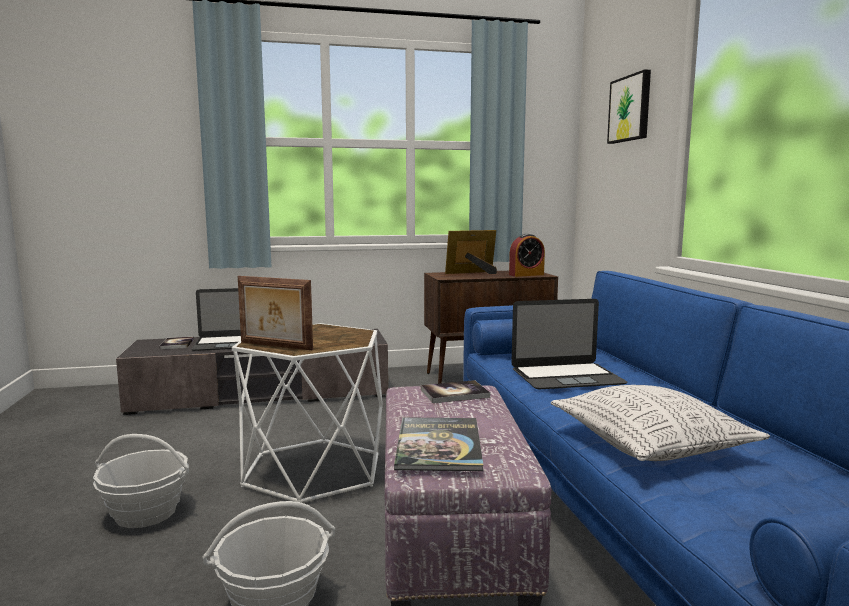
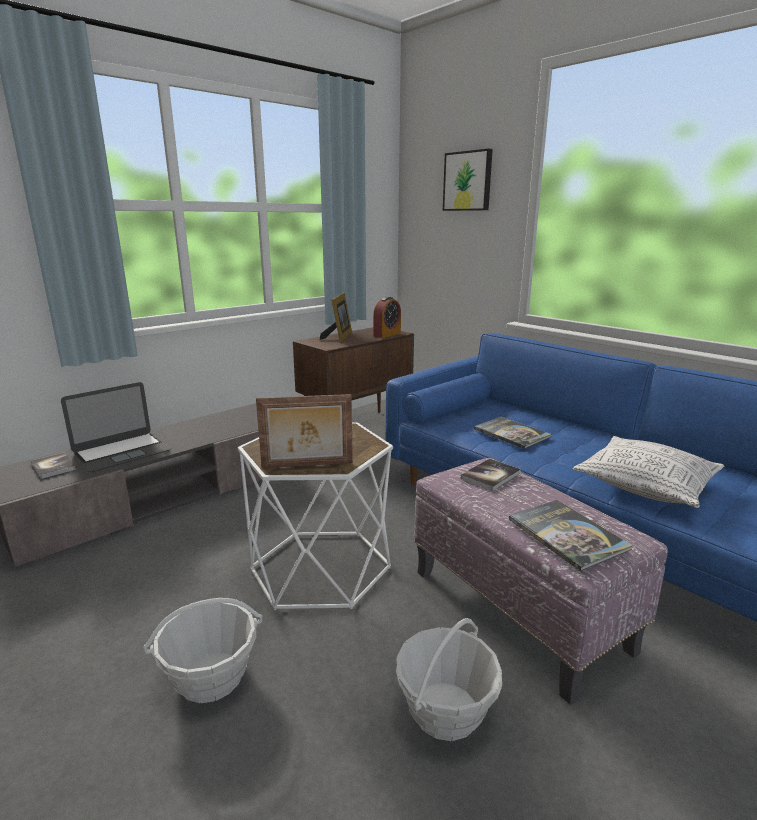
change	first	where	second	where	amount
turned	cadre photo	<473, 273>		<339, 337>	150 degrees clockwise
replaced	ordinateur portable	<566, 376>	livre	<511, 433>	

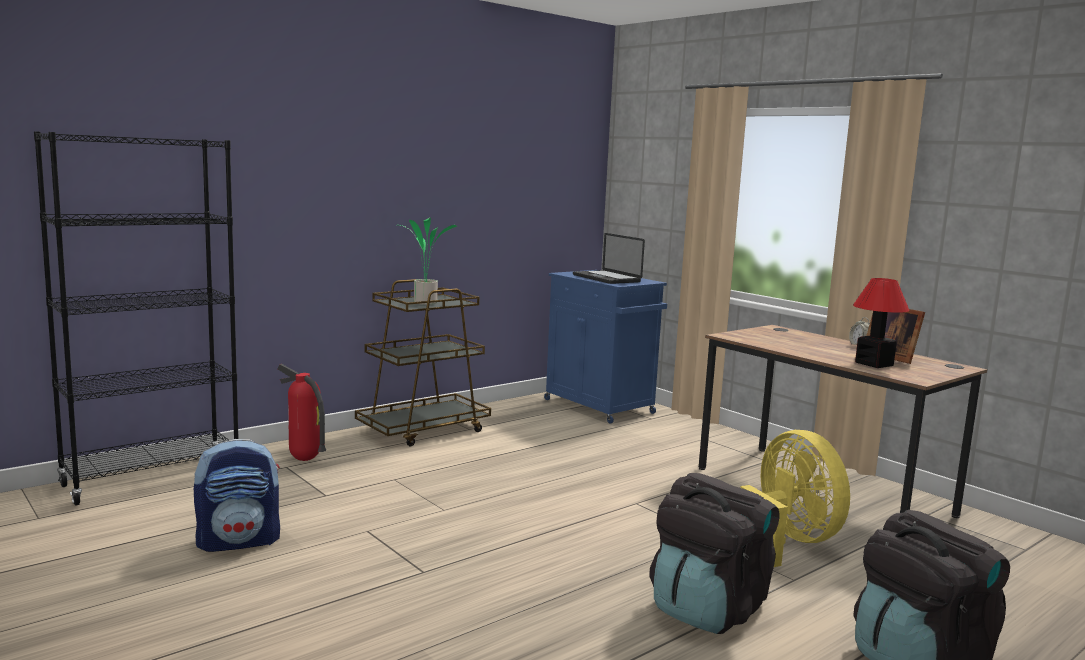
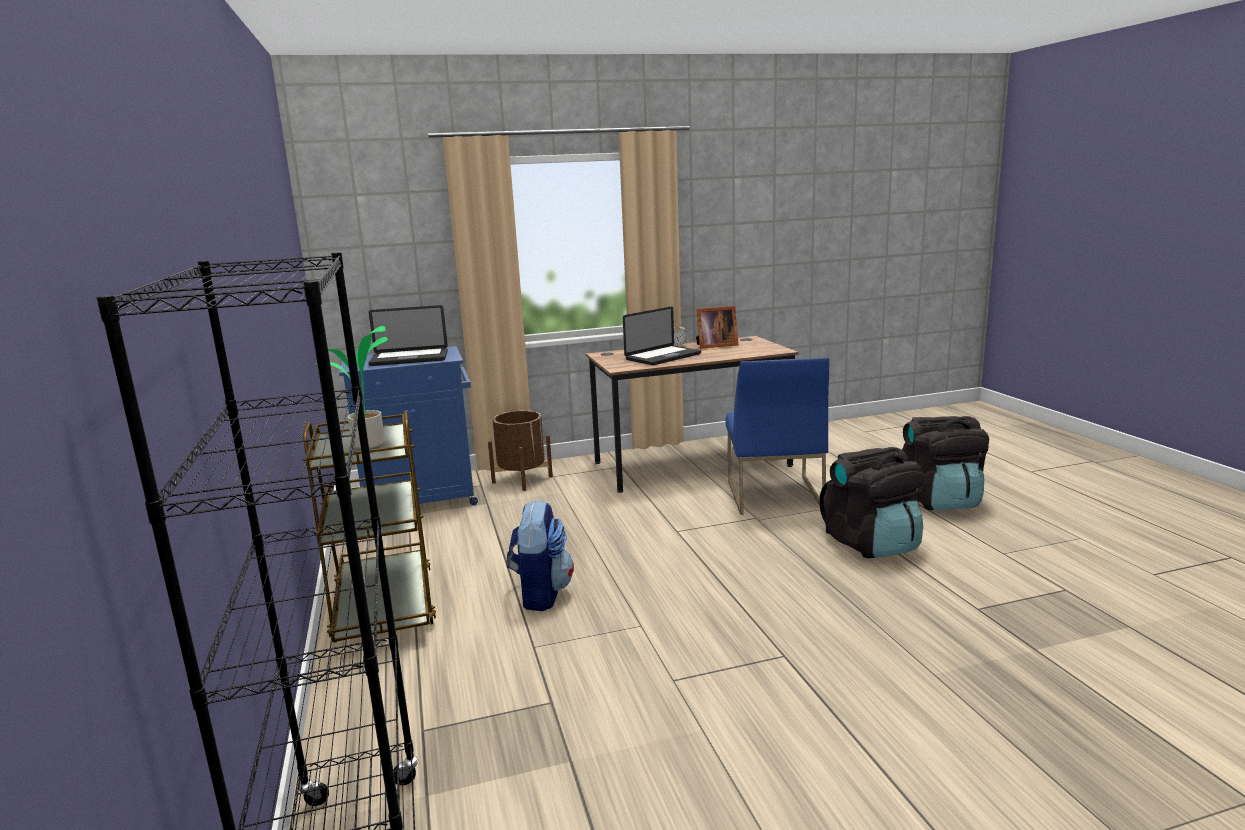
change	first	where	second	where	amount
moved	sac à dos	<239, 541>		<541, 594>	
removed	extincteur	<304, 460>			
replaced	ventilateur [jaune]	<788, 541>	chaise [bleu]	<773, 495>	
removed	lampe de table	<873, 364>			
added			cache-pot [marron]	<522, 480>	
added			ordinateur portable	<663, 357>	

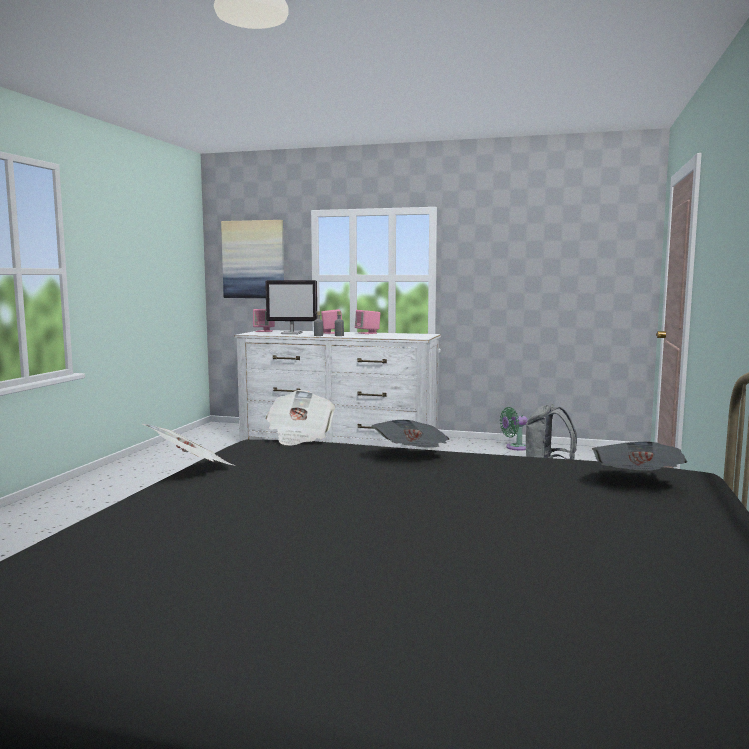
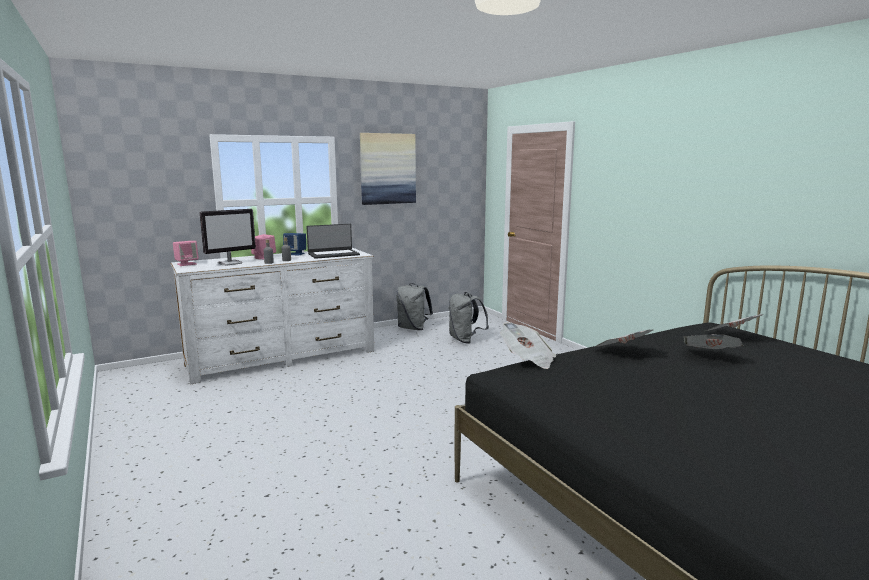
change	first	where	second	where	amount
moved	journal	<191, 467>		<710, 356>	
moved	tableau	<253, 259>		<387, 169>	
recoloured	enceinte [rose]	<367, 333>	enceinte [bleu]	<295, 254>	
replaced	ventilateur [vert]	<514, 447>	sac à dos [gris]	<413, 328>	
added			ordinateur portable	<333, 254>	

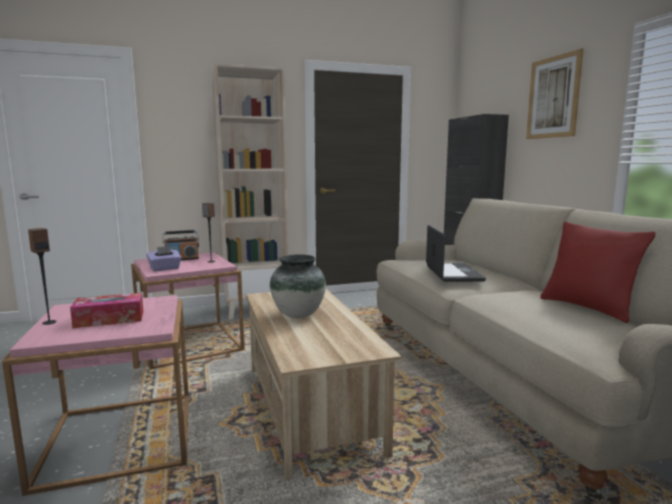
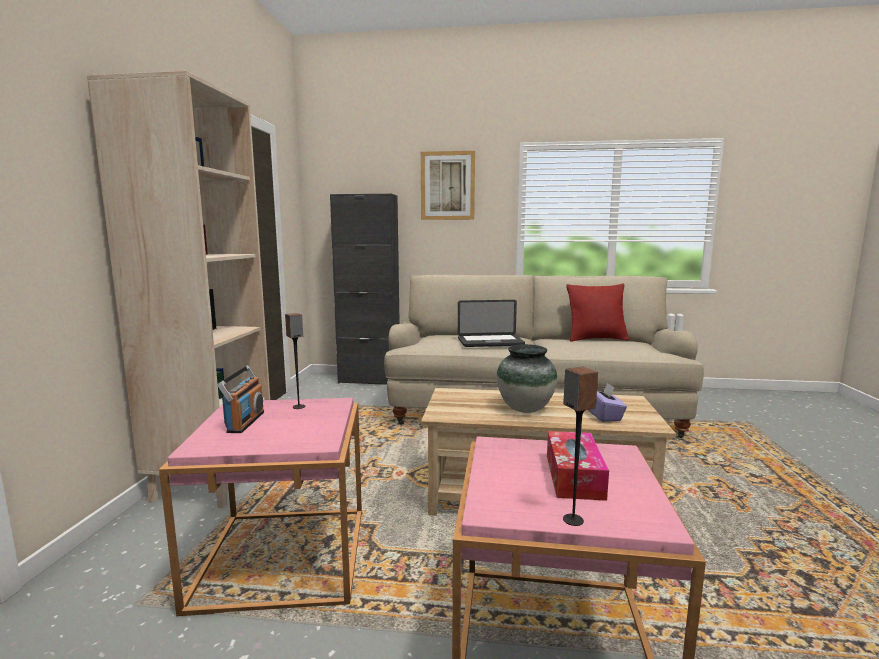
change	first	where	second	where	amount
moved	boîte à mouchoirs [violet]	<165, 268>		<604, 416>	
turned	ordinateur portable	<453, 273>		<490, 342>	150 degrees clockwise

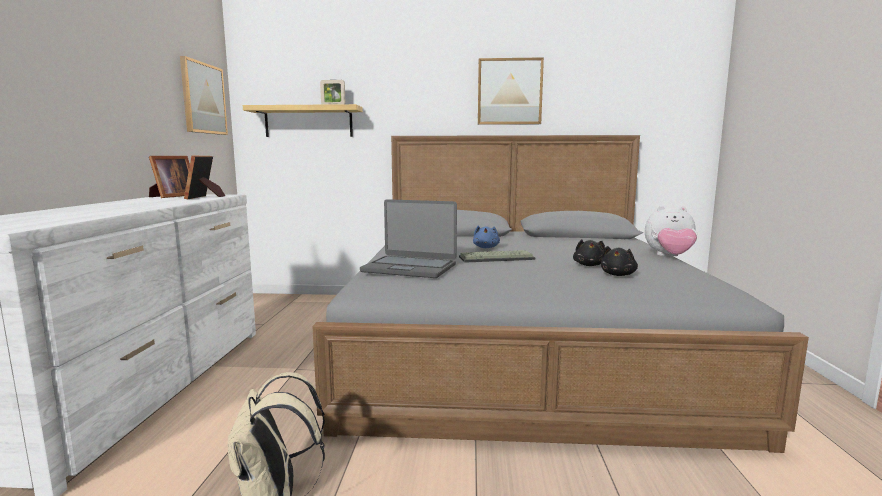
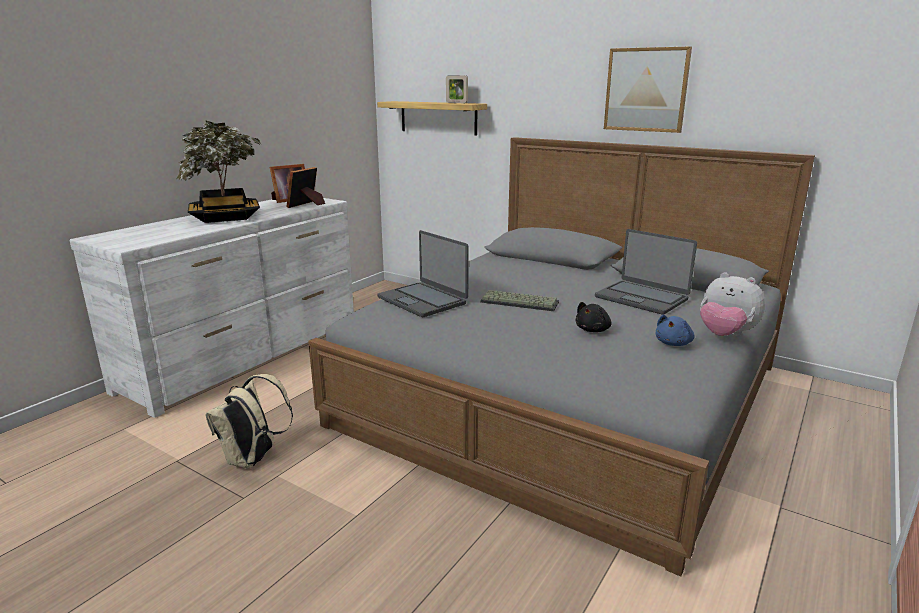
change	first	where	second	where	amount
removed	tableau	<203, 98>			
moved	peluche [bleu]	<486, 247>		<674, 343>	
removed	peluche [noir]	<618, 275>			
added			plante en pot	<226, 217>	
added			ordinateur portable	<641, 298>	

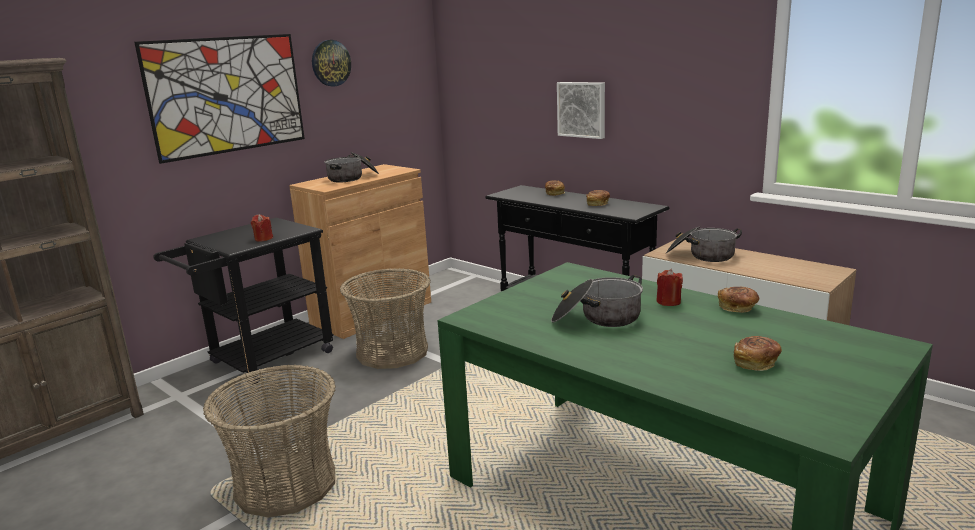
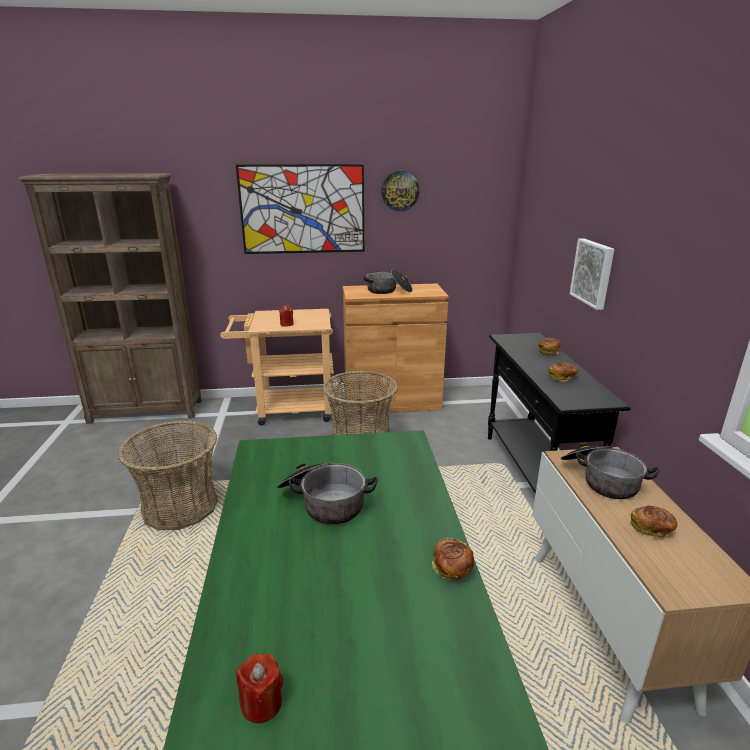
change	first	where	second	where	amount
recoloured	chariot [noir]	<263, 361>	chariot [beige]	<287, 410>	
moved	bougie [rouge]	<668, 302>		<262, 703>	
moved	pain	<756, 363>		<651, 529>	

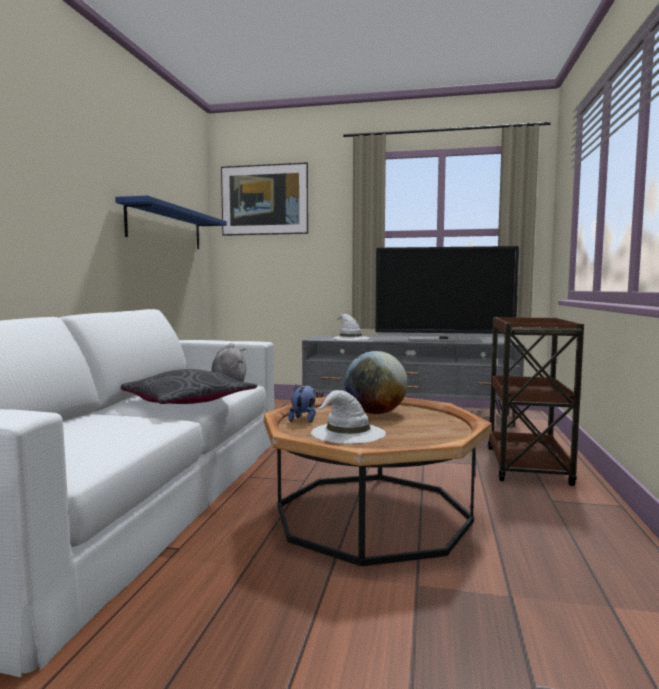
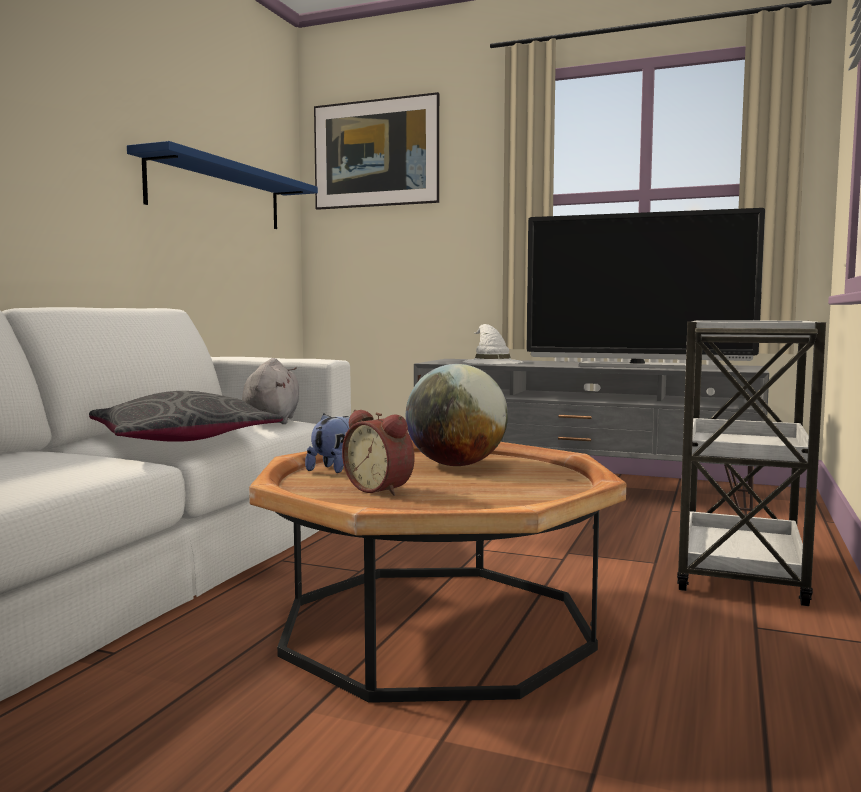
change	first	where	second	where	amount
replaced	chapeau [blanc]	<347, 433>	réveil	<381, 489>	
recoloured	chariot [marron]	<527, 467>	chariot [blanc]	<741, 572>	

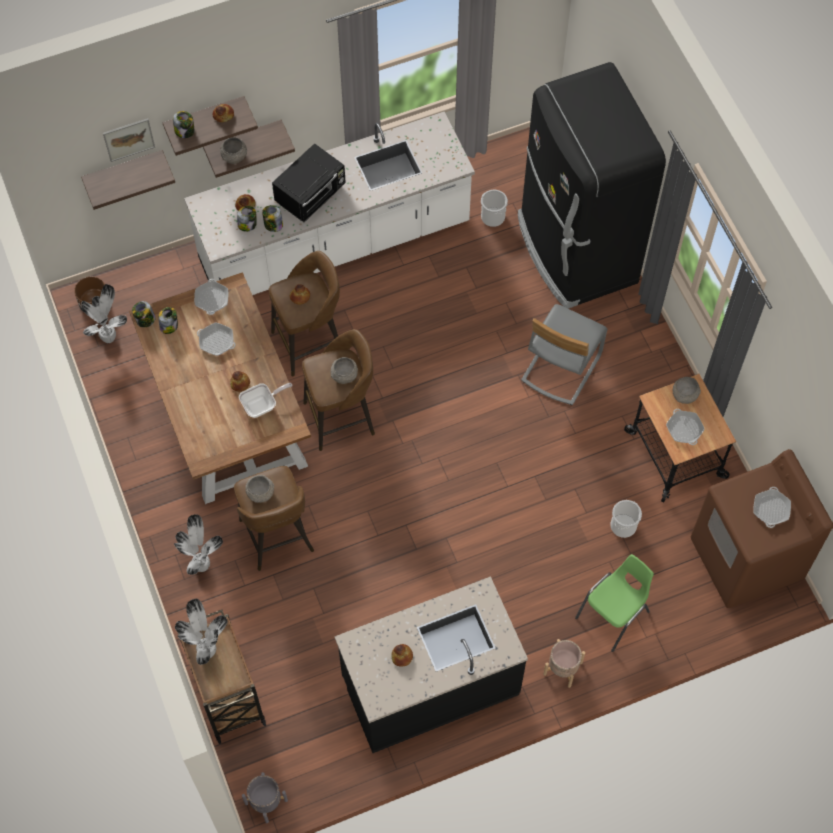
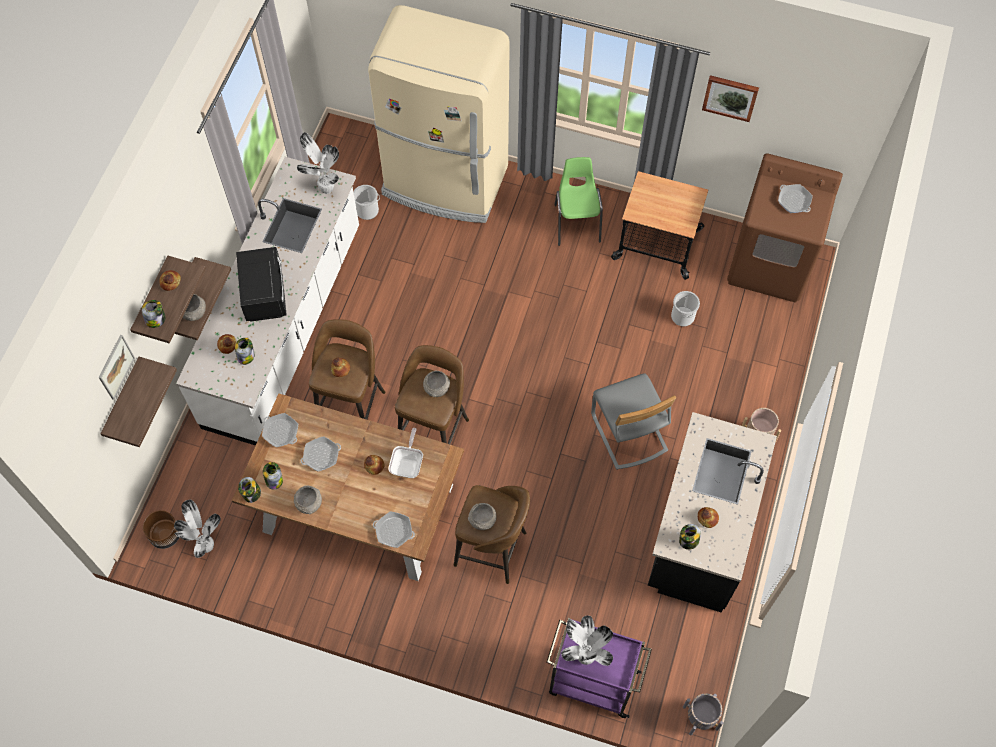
change	first	where	second	where	amount
moved	plante en pot	<202, 564>		<325, 188>	
recoloured	chariot [marron]	<227, 695>	chariot [violet]	<591, 682>	
moved	bocal	<273, 225>		<688, 541>	
recoloured	réfrigérateur [noir]	<575, 251>	réfrigérateur [beige]	<445, 182>	
moved	chaise [gris]	<560, 367>		<628, 433>	
moved	chaise [vert]	<614, 615>		<577, 222>	
moved	poêle	<684, 429>		<394, 531>	
moved	bol [gris]	<685, 395>		<309, 503>	
added			tableau	<730, 97>	

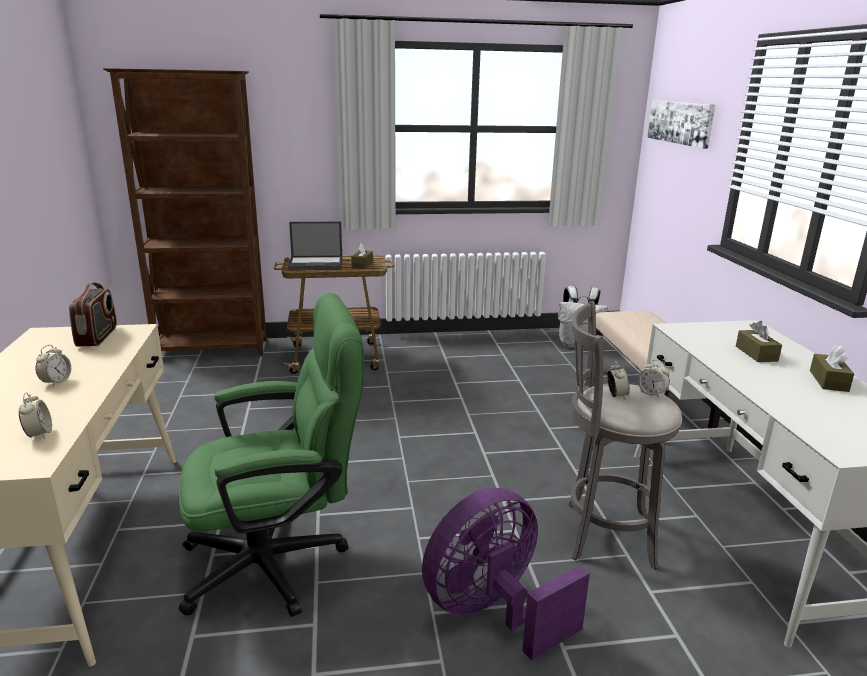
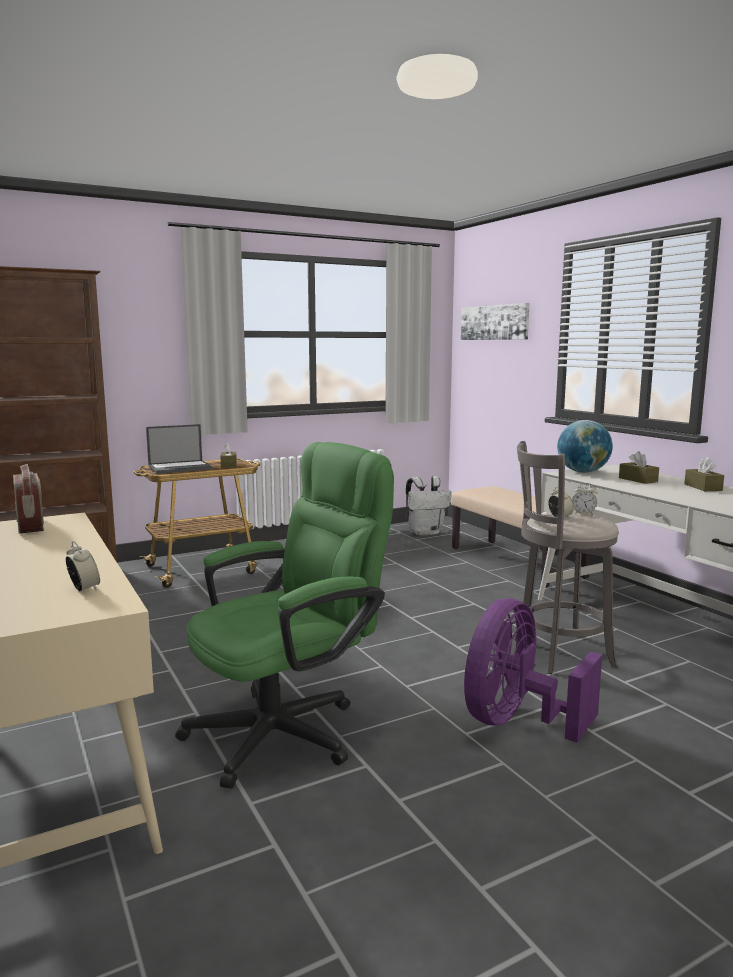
change	first	where	second	where	amount
removed	réveil	<56, 382>			
added			globe	<583, 472>	

